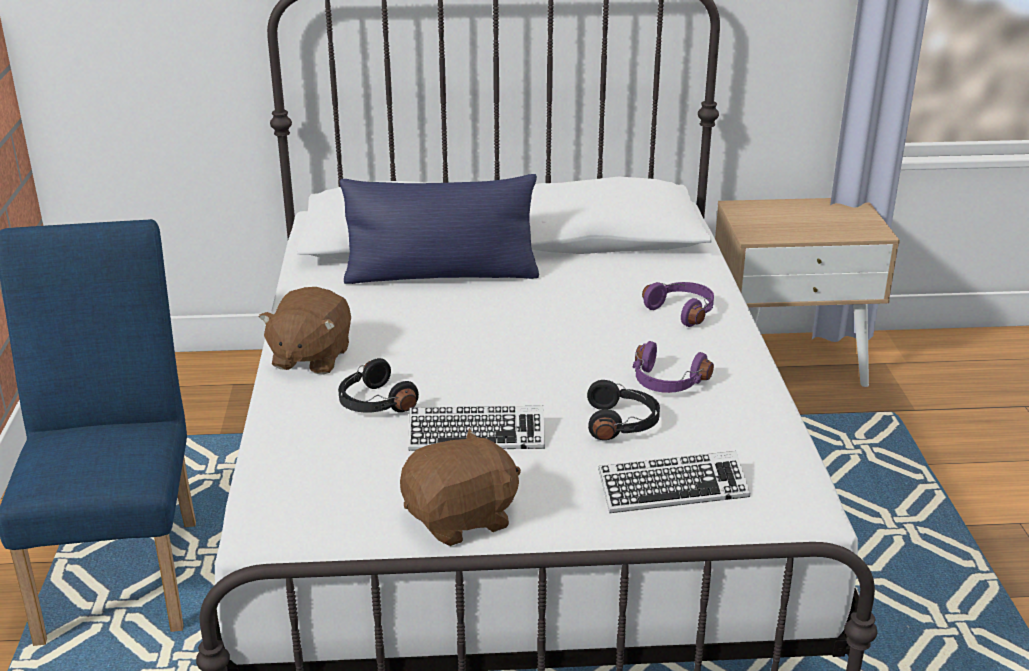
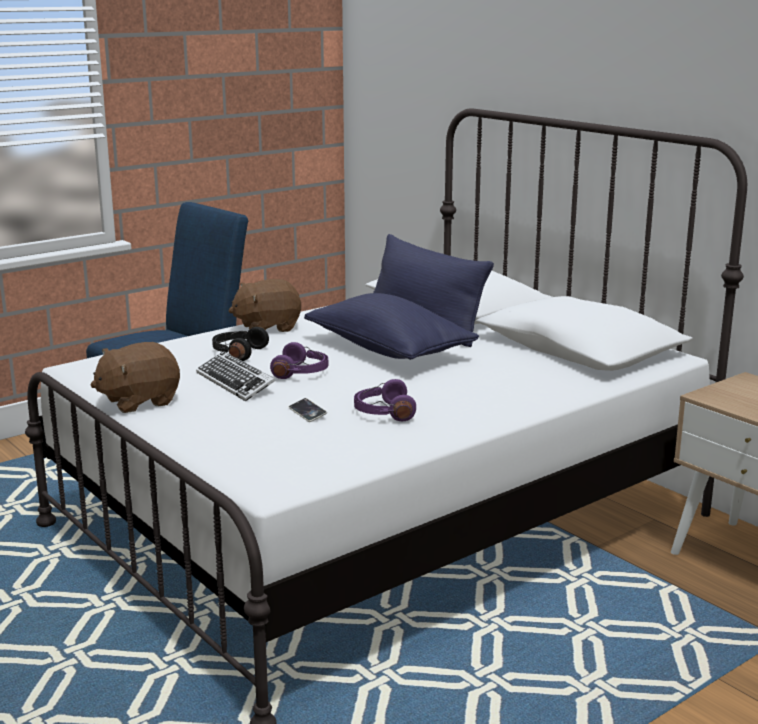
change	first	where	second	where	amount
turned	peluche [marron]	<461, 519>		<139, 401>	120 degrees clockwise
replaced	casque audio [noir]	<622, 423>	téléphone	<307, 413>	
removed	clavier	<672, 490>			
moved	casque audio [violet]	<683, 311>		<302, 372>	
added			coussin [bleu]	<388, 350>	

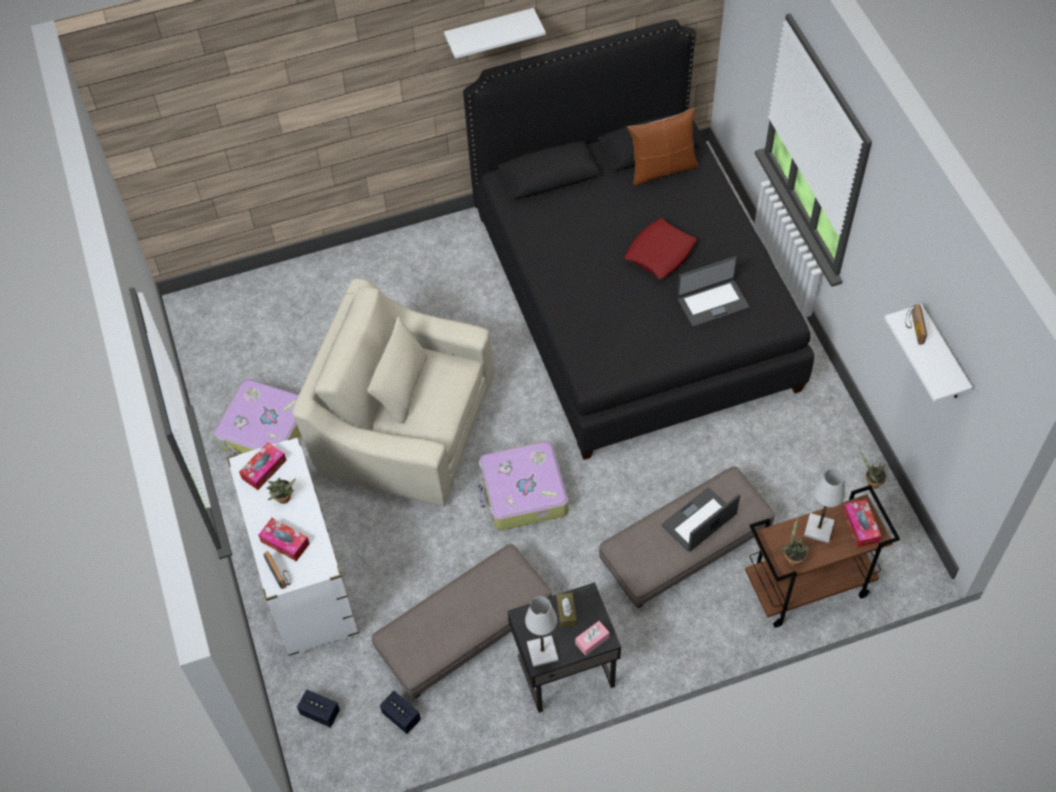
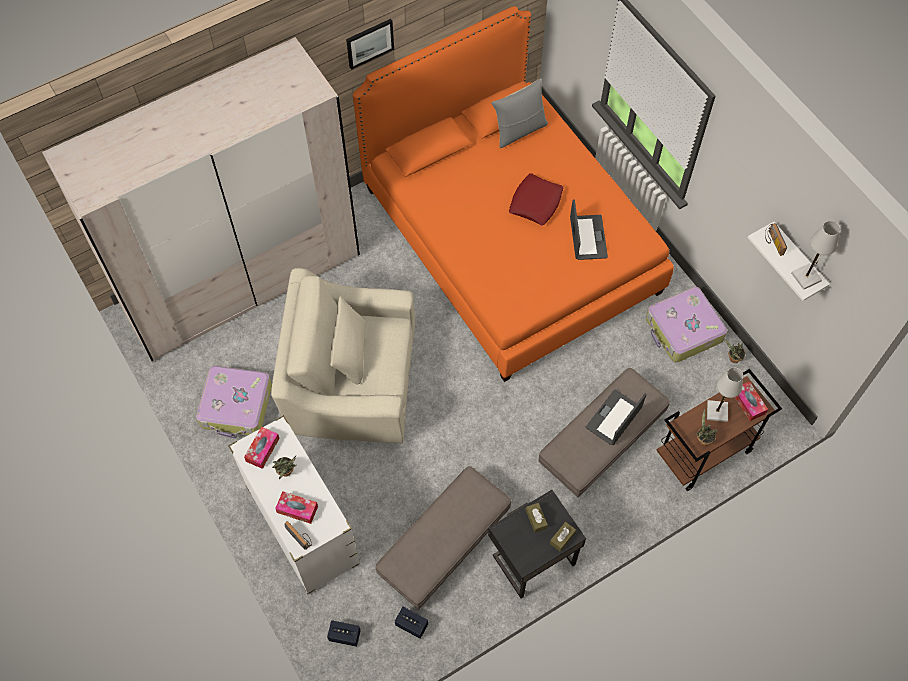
change	first	where	second	where	amount
replaced	étagère [blanc]	<489, 32>	tableau	<369, 43>	
recoloured	lit [noir]	<632, 299>	lit [orange]	<510, 239>	
moved	valise	<523, 493>		<683, 330>	
moved	lampe de table [blanc]	<542, 652>		<806, 277>	
recoloured	boîte à mouchoirs [rose]	<592, 640>	boîte à mouchoirs [marron]	<562, 538>	
recoloured	coussin [marron]	<662, 169>	coussin [gris]	<519, 130>	
turned	ordinateur portable	<712, 302>		<587, 237>	60 degrees counterclockwise
added			armoire [beige]	<242, 280>	

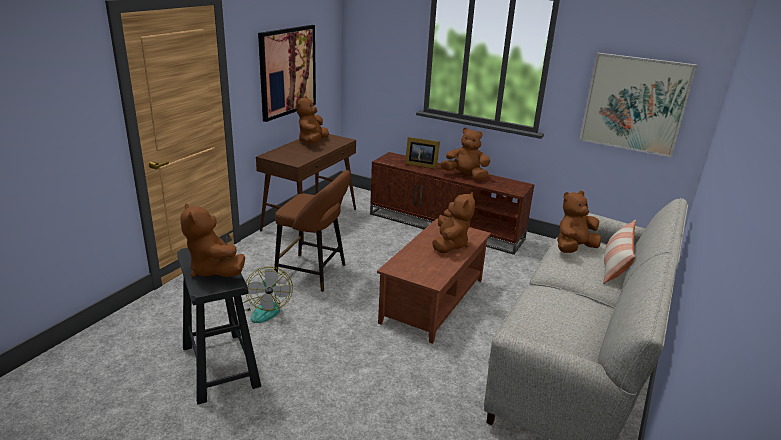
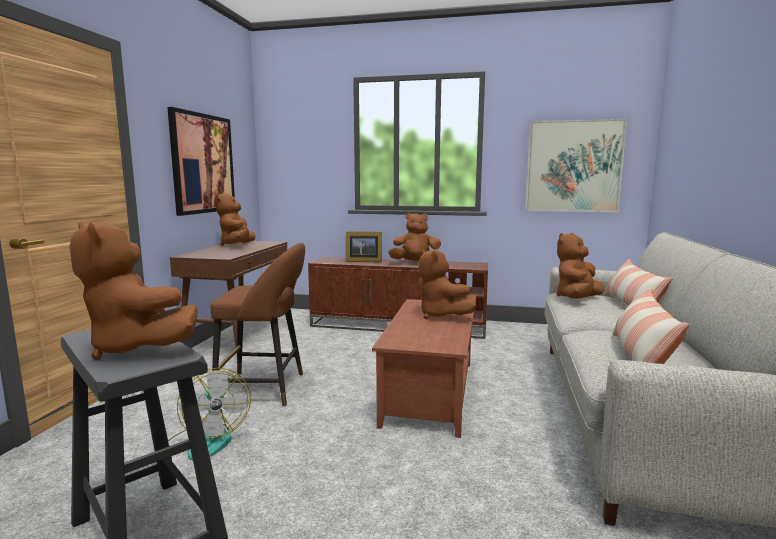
change	first	where	second	where	amount
turned	peluche [marron]	<450, 244>		<440, 315>	150 degrees clockwise
added			coussin	<640, 357>	

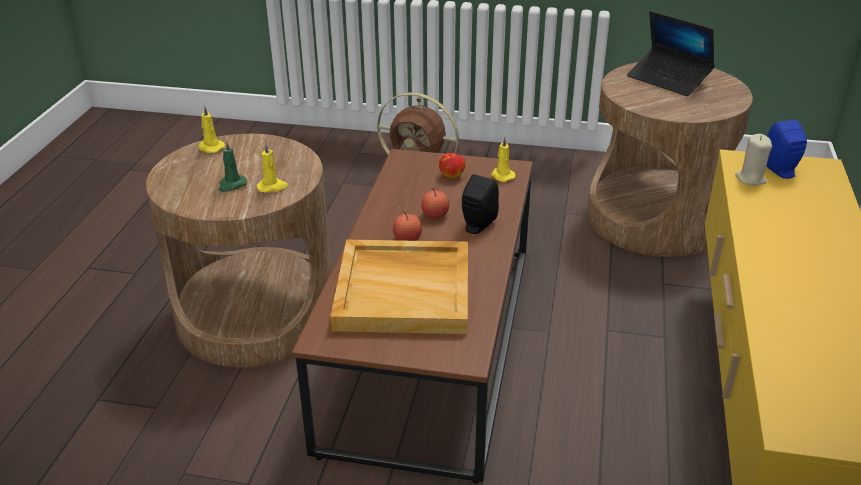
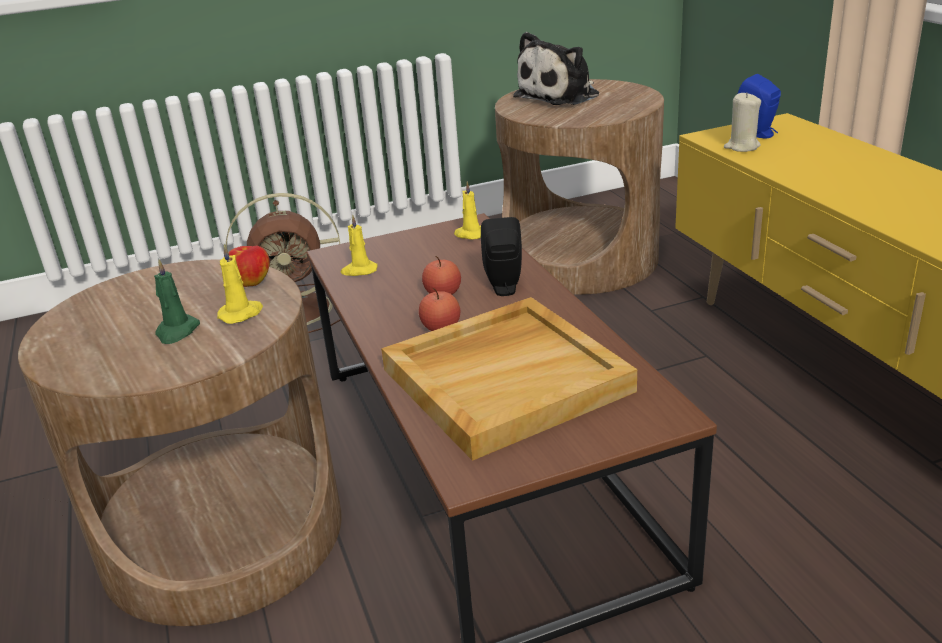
change	first	where	second	where	amount
moved	bougie [jaune]	<210, 148>		<359, 270>	
moved	pomme	<452, 175>		<251, 282>	
replaced	ordinateur portable	<669, 79>	peluche	<561, 96>	

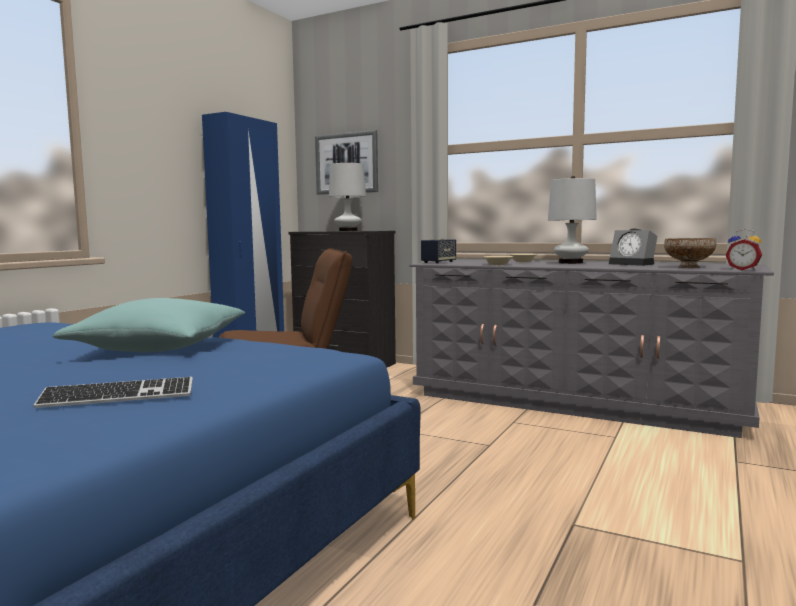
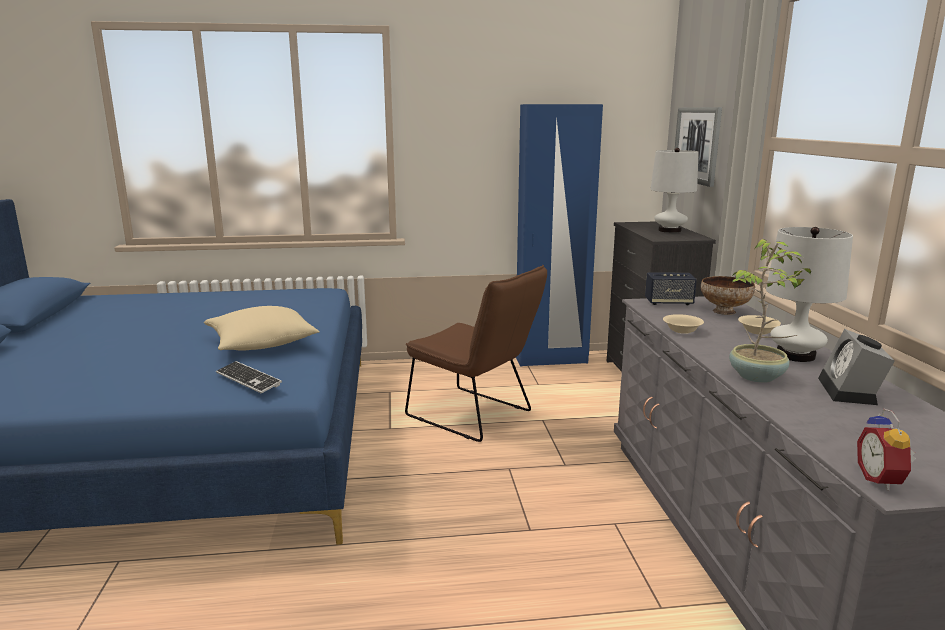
change	first	where	second	where	amount
moved	clavier	<118, 396>		<248, 379>	
recoloured	coussin [turquoise]	<160, 349>	coussin [beige]	<262, 344>	
moved	bol	<689, 267>		<725, 312>	
added			plante en pot	<758, 377>	

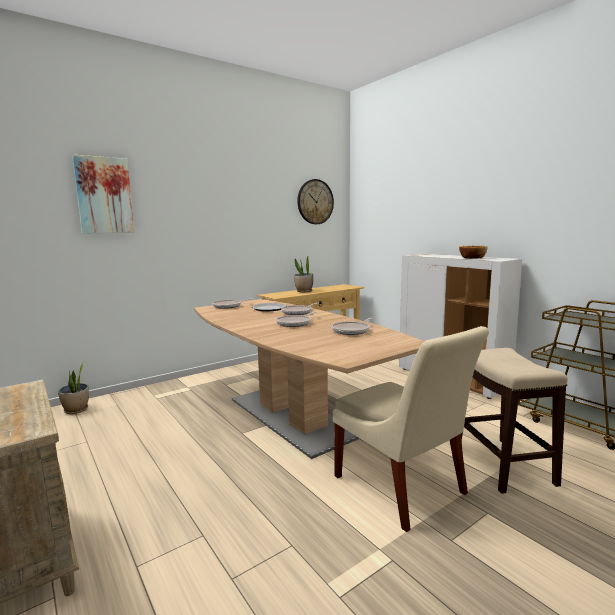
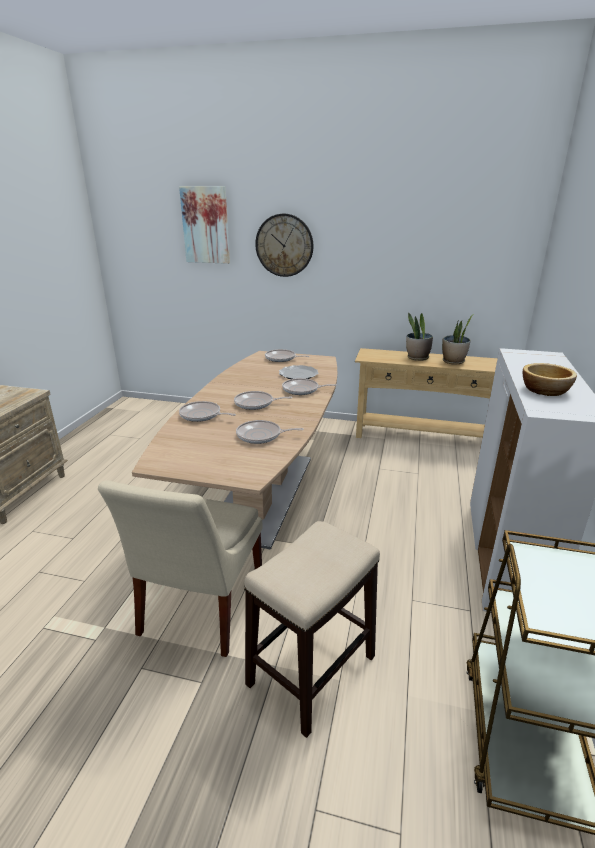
change	first	where	second	where	amount
moved	plante en pot	<76, 410>		<453, 361>	
moved	horloge murale	<315, 202>		<284, 245>	
added			poêle	<202, 415>	

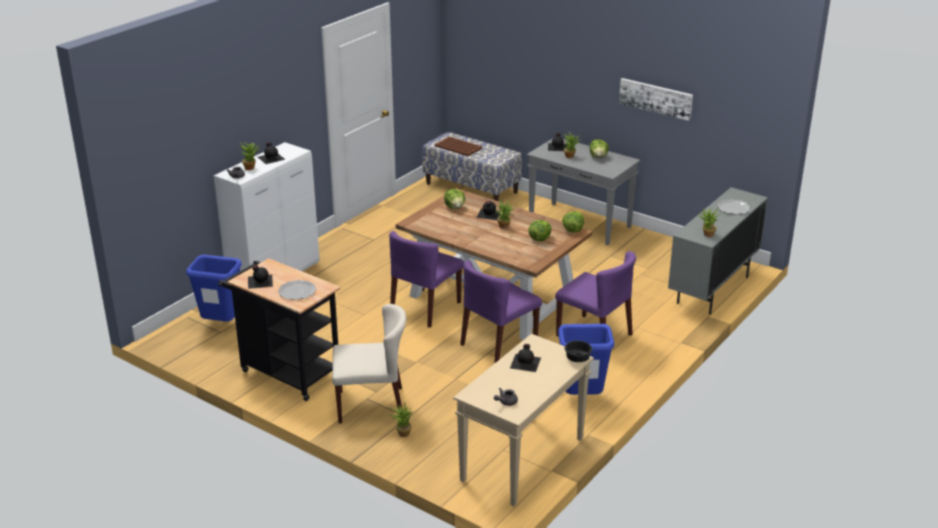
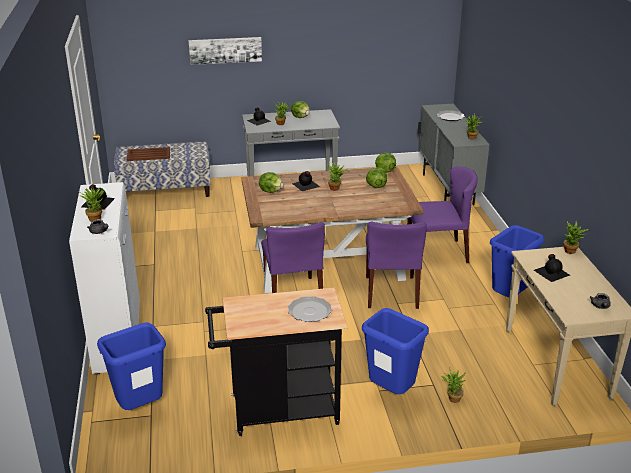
change	first	where	second	where	amount
removed	bouteille [noir]	<259, 281>			
replaced	chaise [beige]	<371, 405>	poubelle [bleu]	<391, 393>	
replaced	bol [noir]	<576, 359>	plante en pot	<572, 252>	
moved	tableau	<656, 98>		<225, 50>	

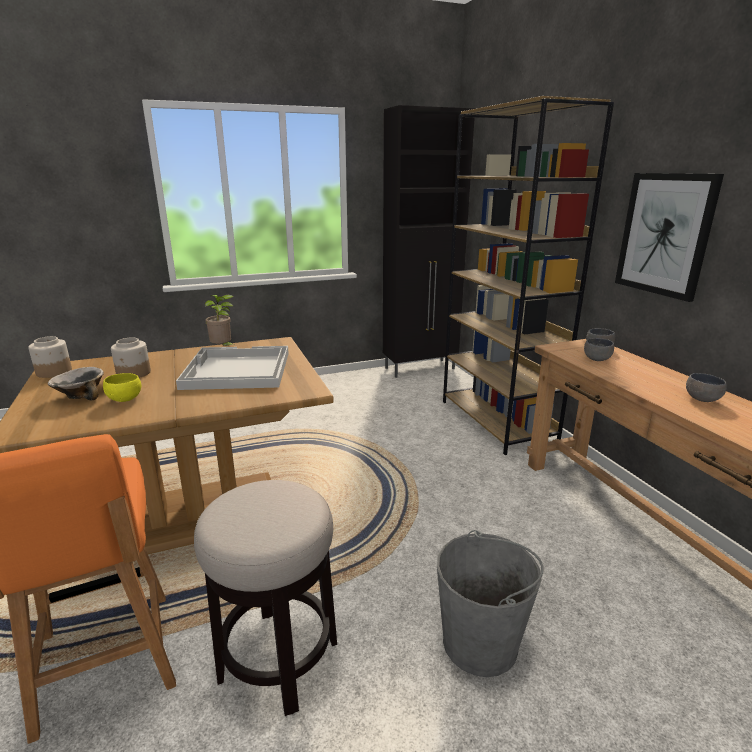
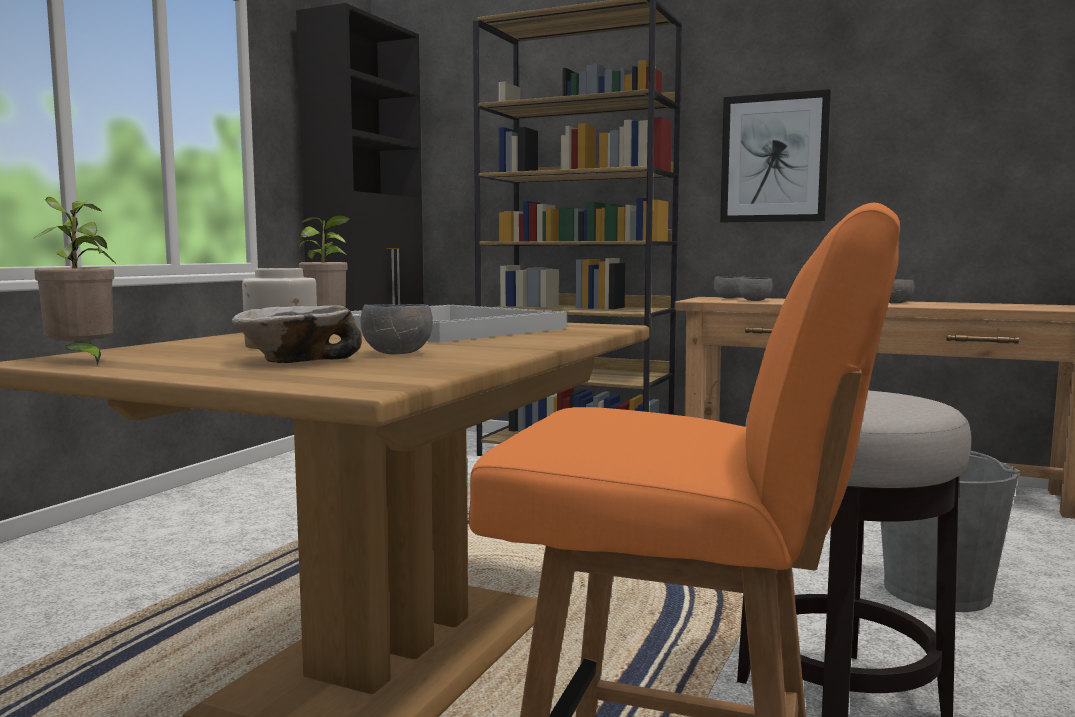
change	first	where	second	where	amount
replaced	bocal	<53, 372>	plante en pot	<82, 361>	
recoloured	bol [jaune]	<126, 399>	bol [gris]	<397, 353>	

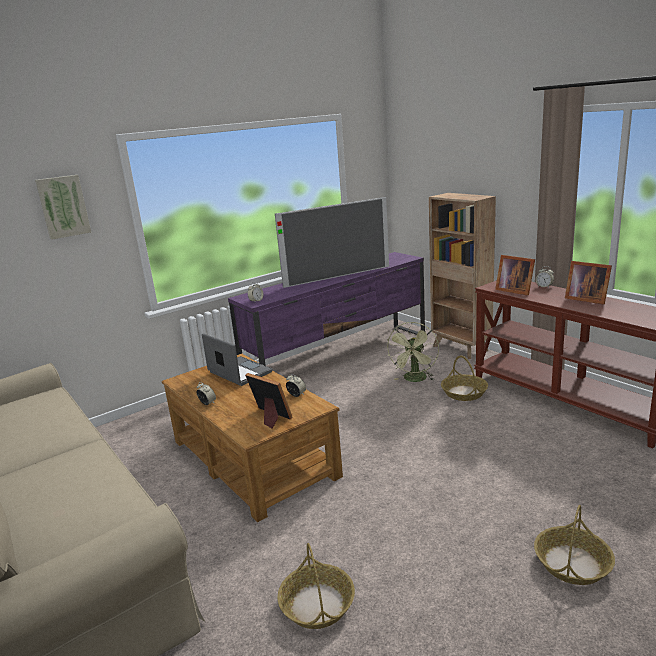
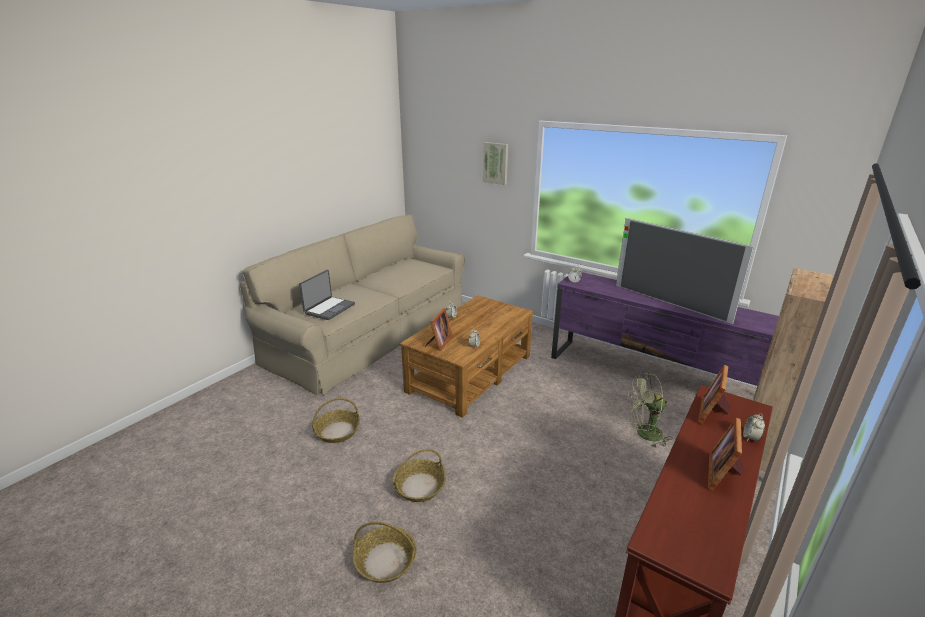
change	first	where	second	where	amount
moved	ordinateur portable	<239, 373>		<329, 309>	
moved	panier	<464, 393>		<419, 486>	

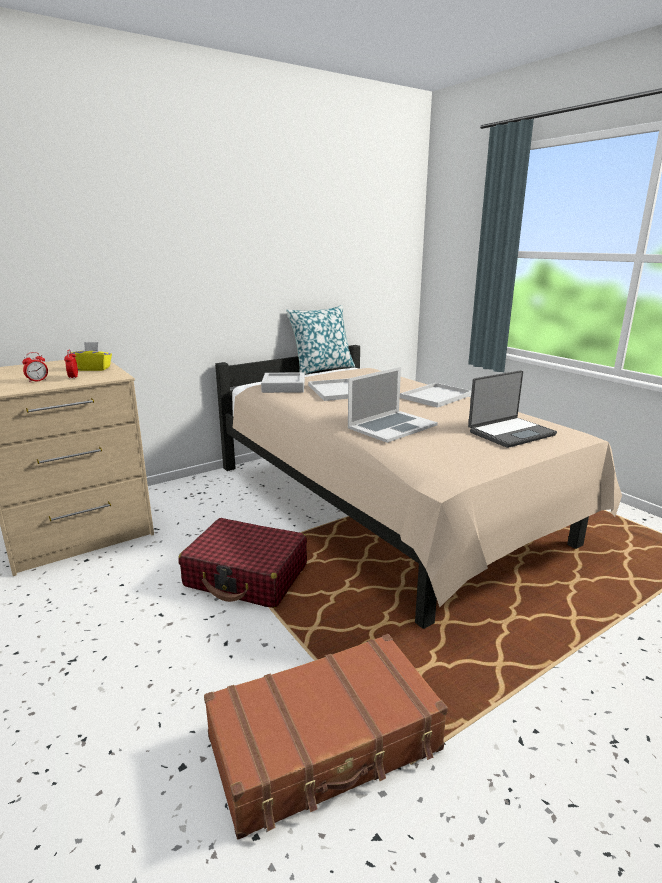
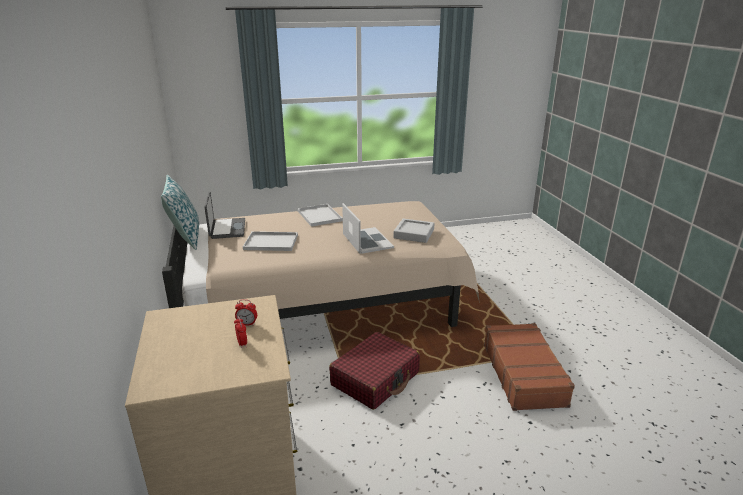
change	first	where	second	where	amount
removed	boîte à mouchoirs [jaune]	<93, 369>			
moved	plateau [gris]	<283, 387>		<414, 234>	
moved	ordinateur portable	<510, 433>		<226, 229>	

